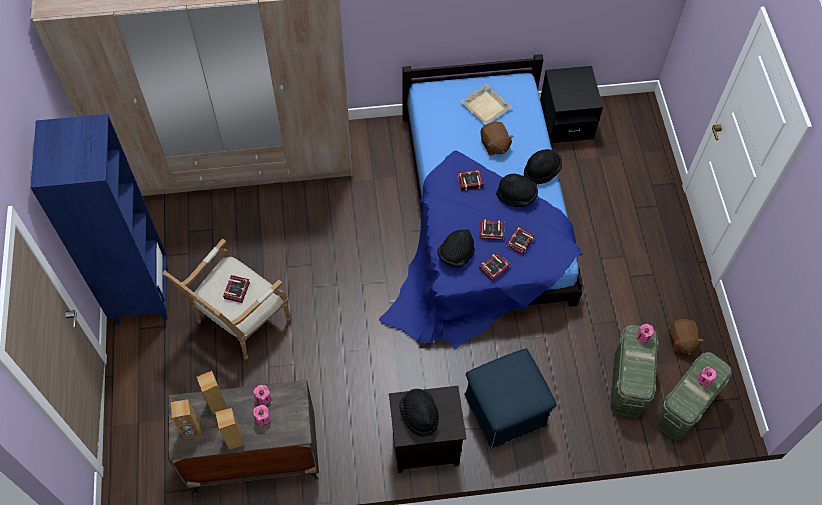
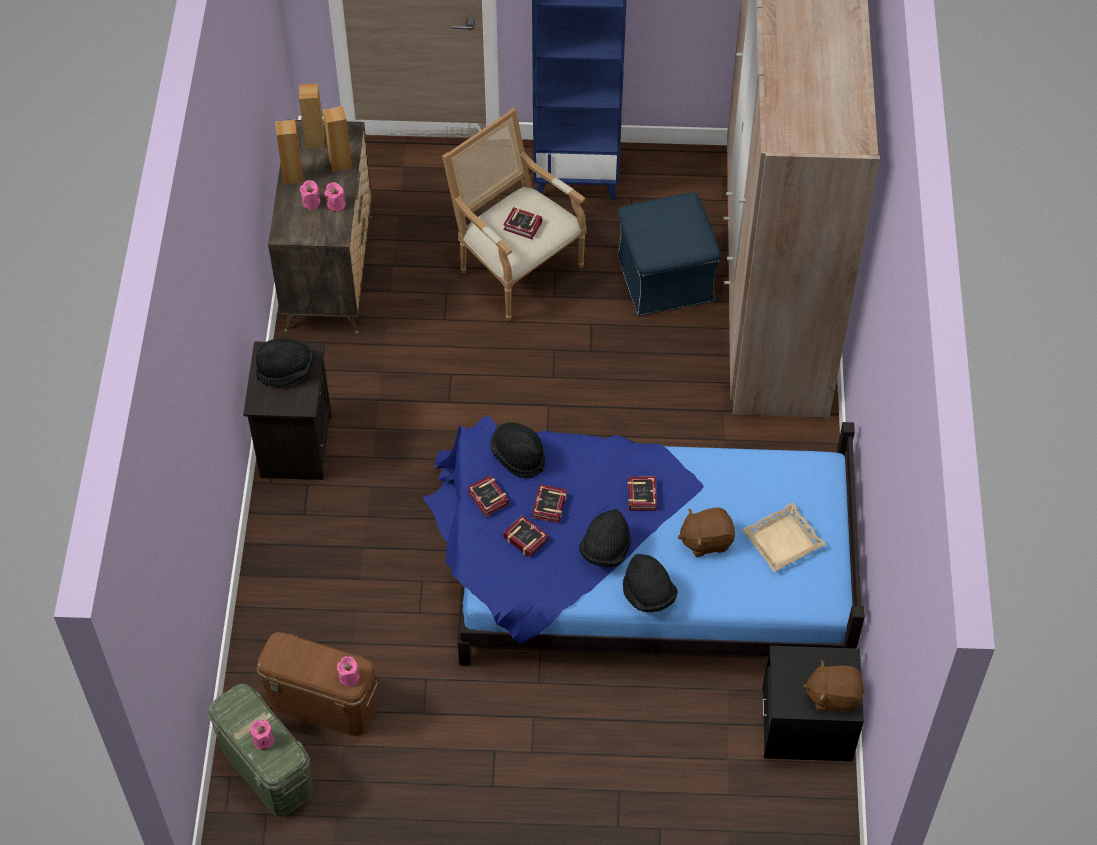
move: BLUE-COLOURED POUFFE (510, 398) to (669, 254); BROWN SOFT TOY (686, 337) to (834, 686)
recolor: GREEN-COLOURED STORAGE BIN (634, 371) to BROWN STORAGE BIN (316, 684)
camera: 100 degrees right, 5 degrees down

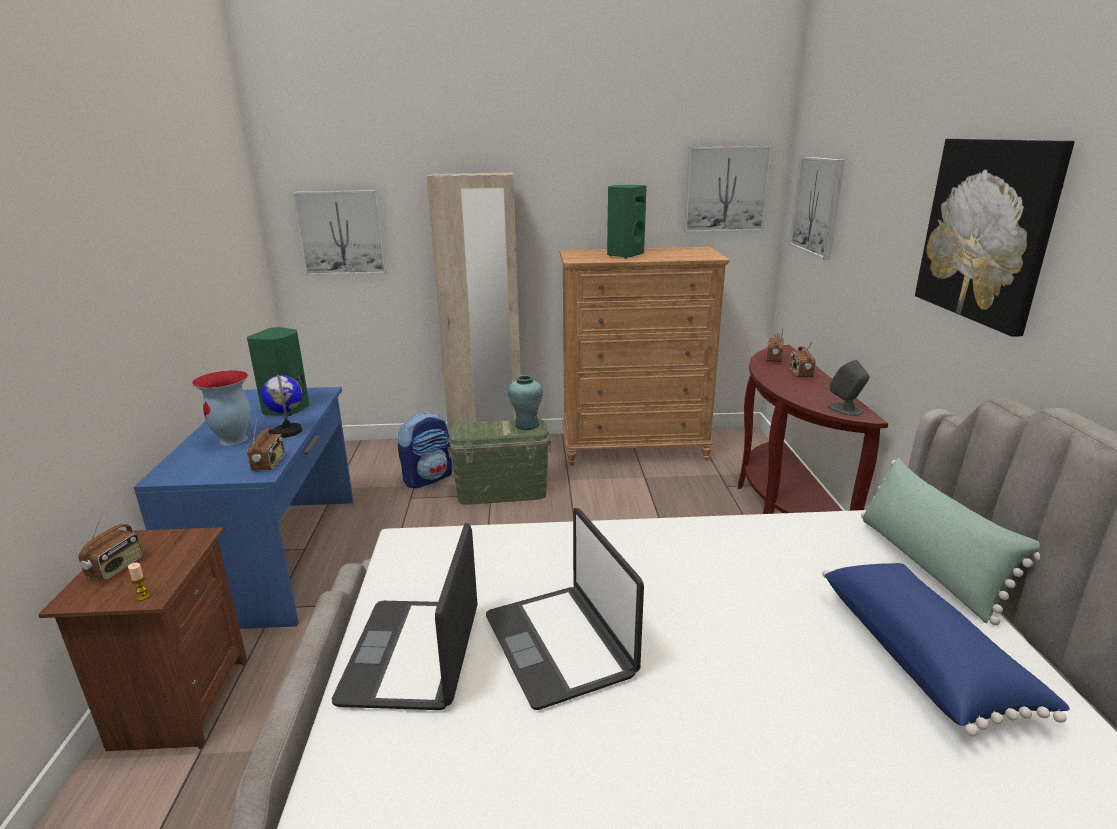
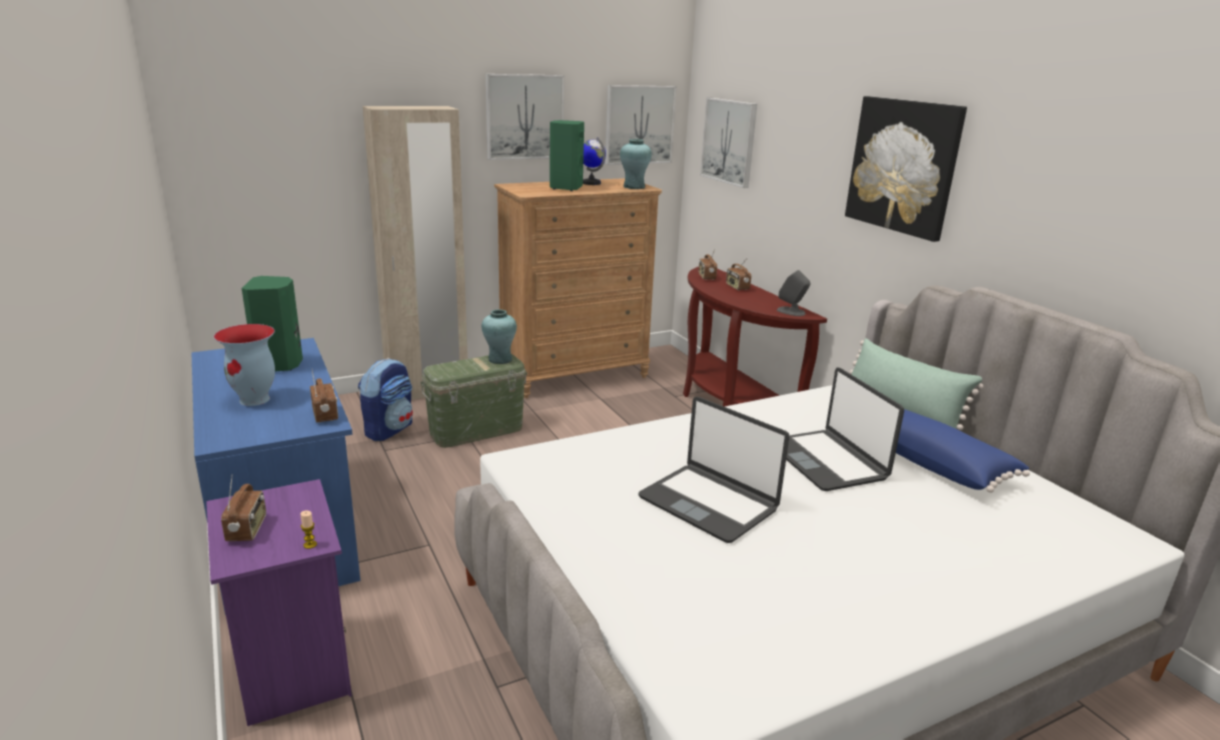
insert: BLUE-GREEN FLOWER VASE (636, 164)
move: DESK GLOBE (281, 405) to (594, 161); WALL PICTURE (340, 233) to (525, 117); LAPTOP (405, 616) to (845, 429)
recolor: BROWN BEDSIDE TABLE (142, 639) to PURPLE BEDSIDE TABLE (279, 602)
camera: 25 degrees left, 0 degrees up

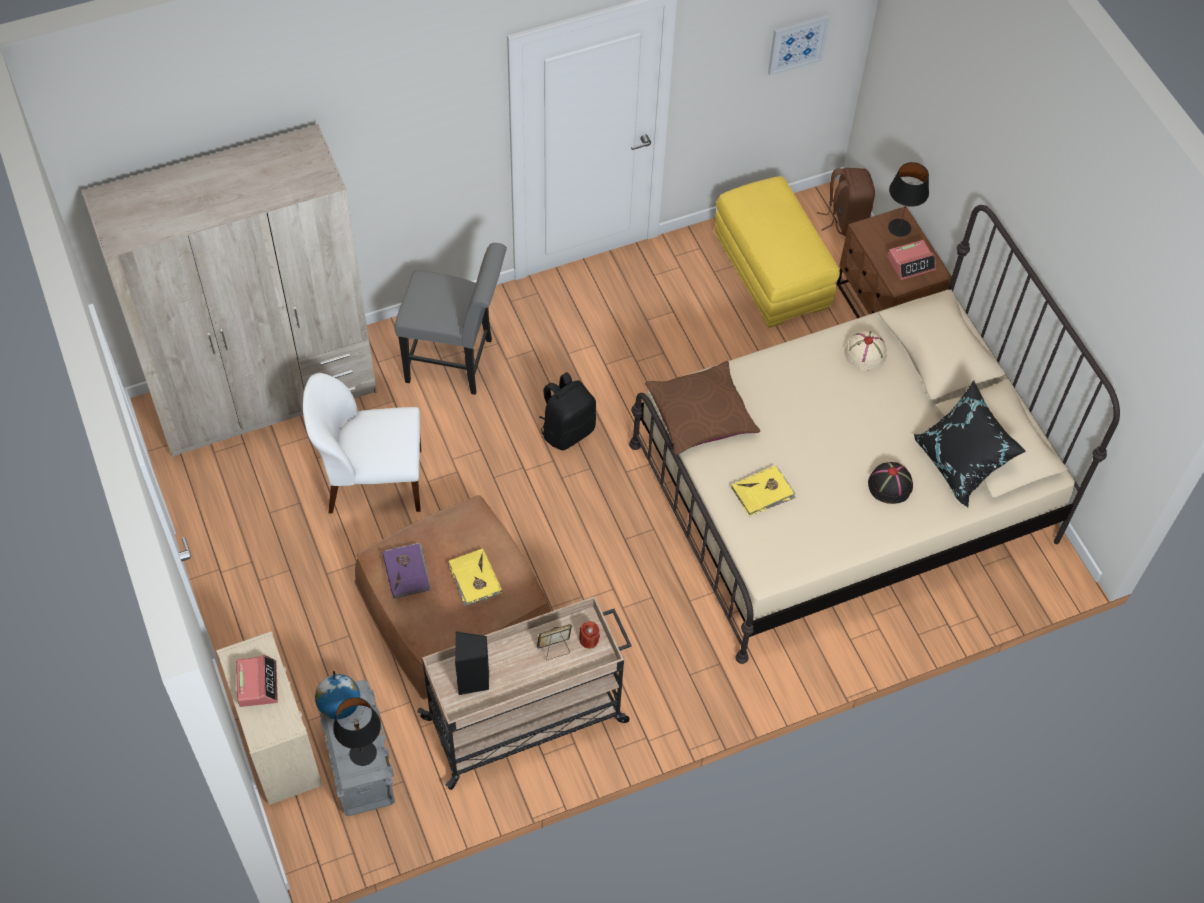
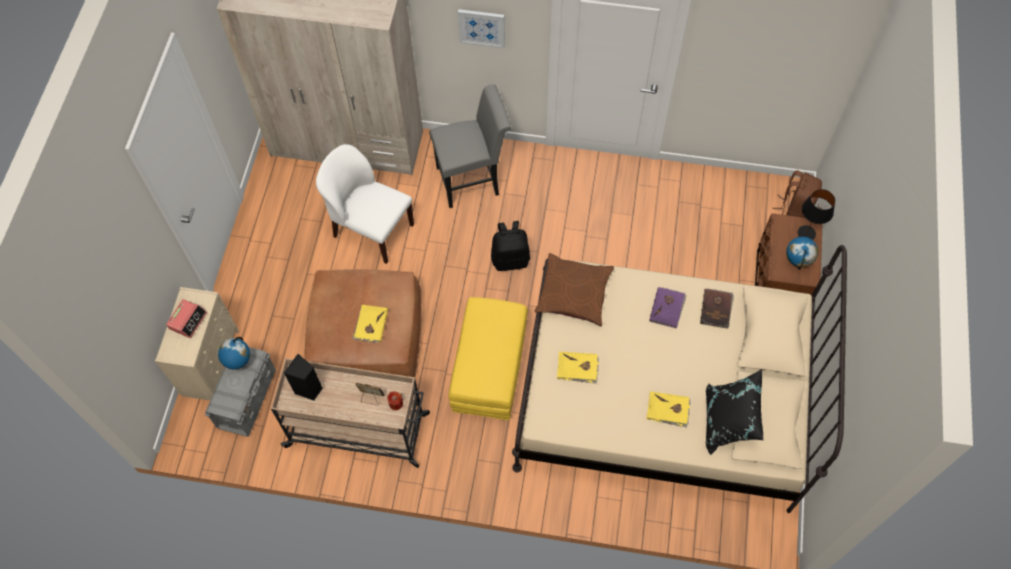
delete: BLACKISH LAMP FOR A TABLE (357, 731)
move: PURPLE BOOK (406, 571) to (668, 307); YELLOW POUFFE (777, 252) to (488, 358); WALL PICTURE (799, 45) to (481, 28)
replace: SAND-COLOURED CLOTHING HAT (865, 351) to BROWN BOOK (717, 309); BLACKISH CLOTHING HAT (890, 483) to YELLOW BOOK (668, 409); ALARM CLOCK (912, 260) to DESK GLOBE (802, 253)
rotate: GRAY UPRIGHT CHAIR (451, 319) = (470, 146) 60 degrees counterclockwise
camera: 35 degrees right, 5 degrees up

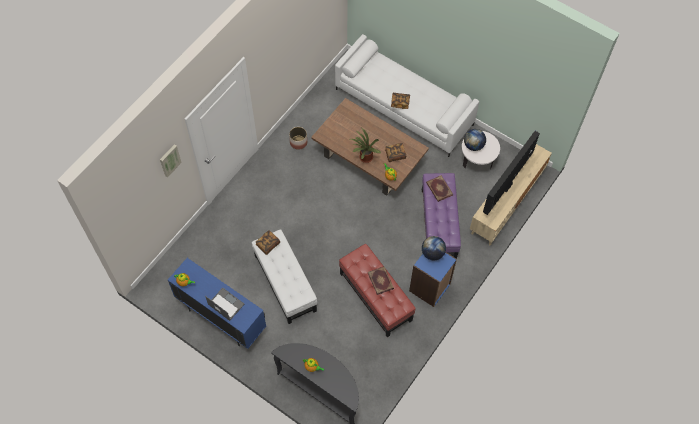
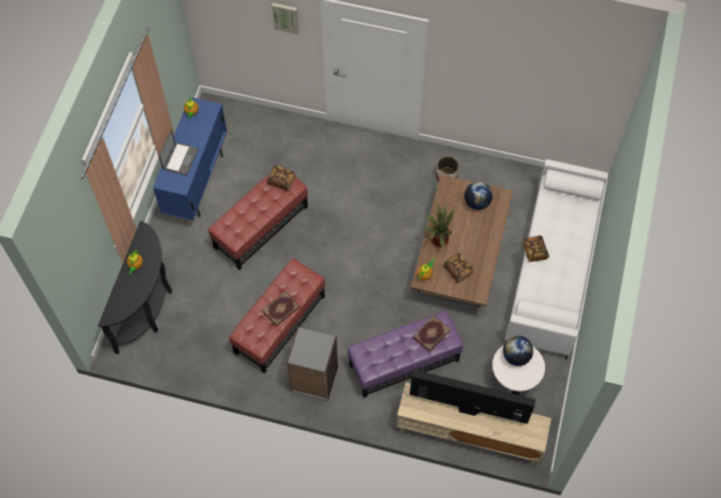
move: DESK GLOBE (434, 248) to (478, 196)
recolor: WHITISH POUFFE (284, 276) to RED-COLOURED POUFFE (258, 217); BLUE-COLOURED BOOKSHELF (433, 279) to GRAY BOOKSHELF (312, 364)
camera: 70 degrees right, 0 degrees up

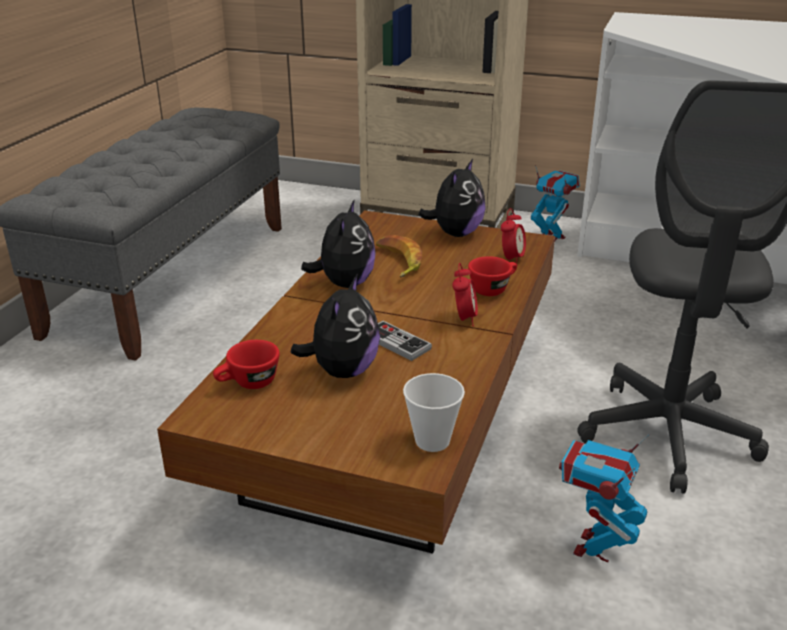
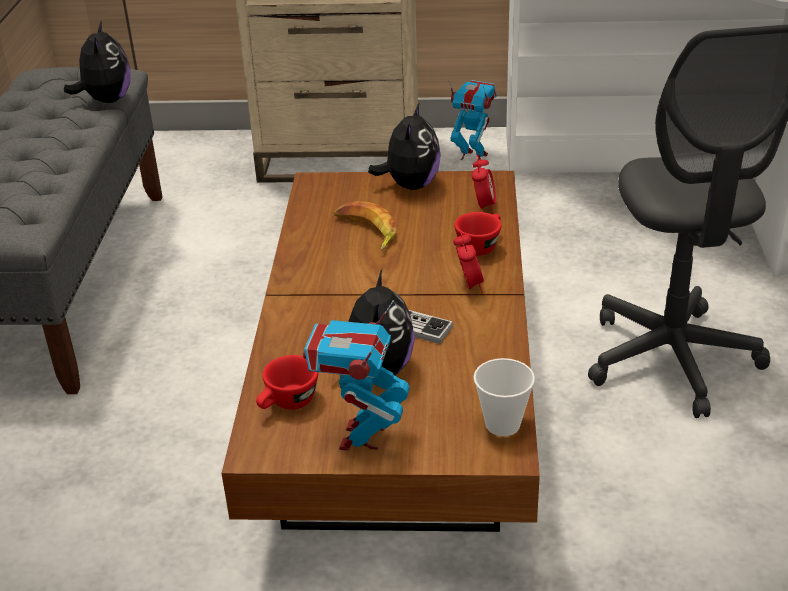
move: SOFT TOY (338, 243) to (97, 62); ROBOT FIGURE (604, 498) to (356, 375)
camera: 15 degrees left, 5 degrees up

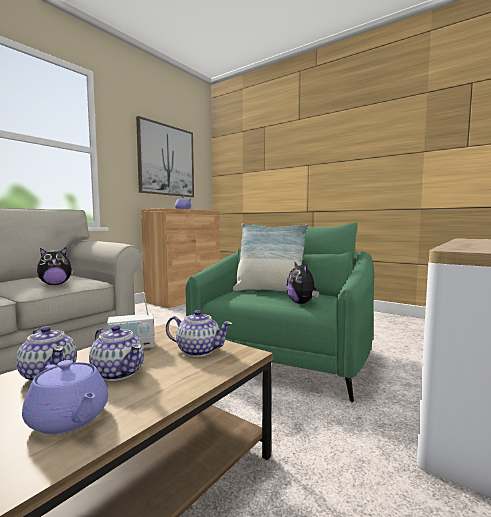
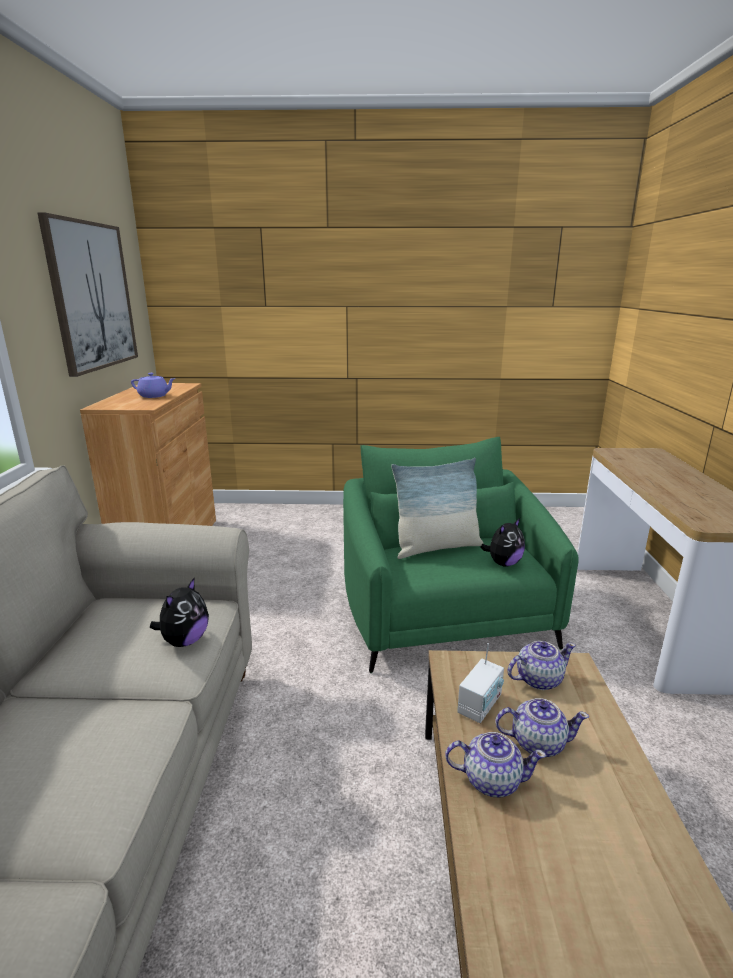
delete: PURPLE TEA POT (65, 397)
rotate: SOFT TOY (302, 282) = (502, 542) 75 degrees counterclockwise
camera: 35 degrees left, 15 degrees up

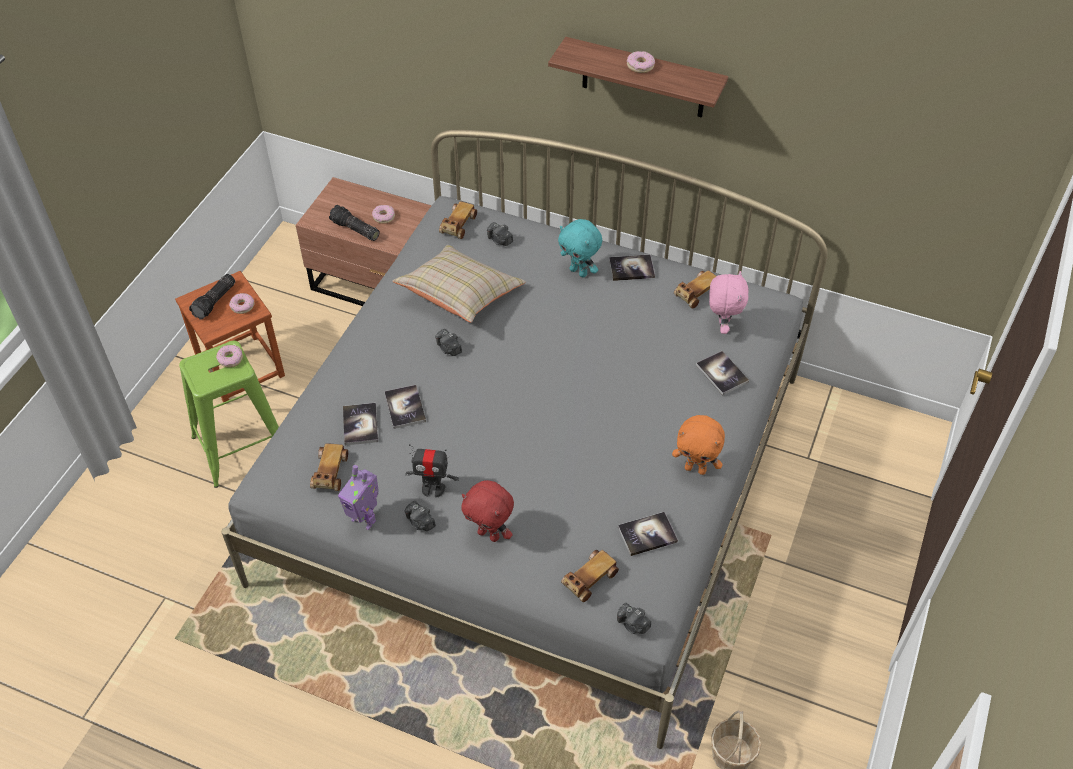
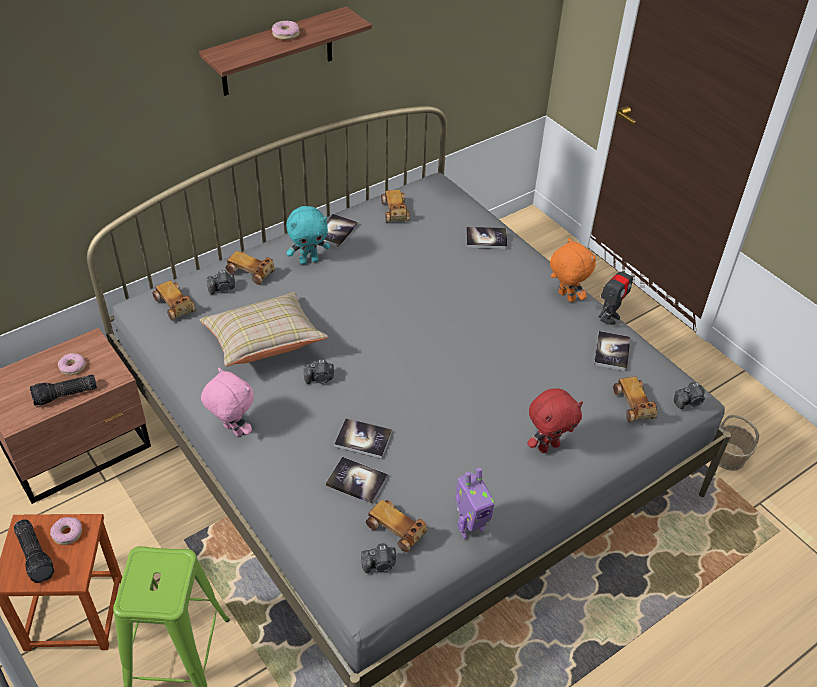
delete: RING DOUGHNUT (229, 356)
insert: MODEL CAR (250, 268)
move: STILL CAMERA (420, 516) to (378, 558); ROBOT FIGURE (432, 471) to (616, 293); PINKISH SOFT TOY (729, 302) to (227, 402)
rotate: ORANGE SOFT TOY (698, 445) = (573, 270) 90 degrees counterclockwise
camera: 60 degrees left, 5 degrees down

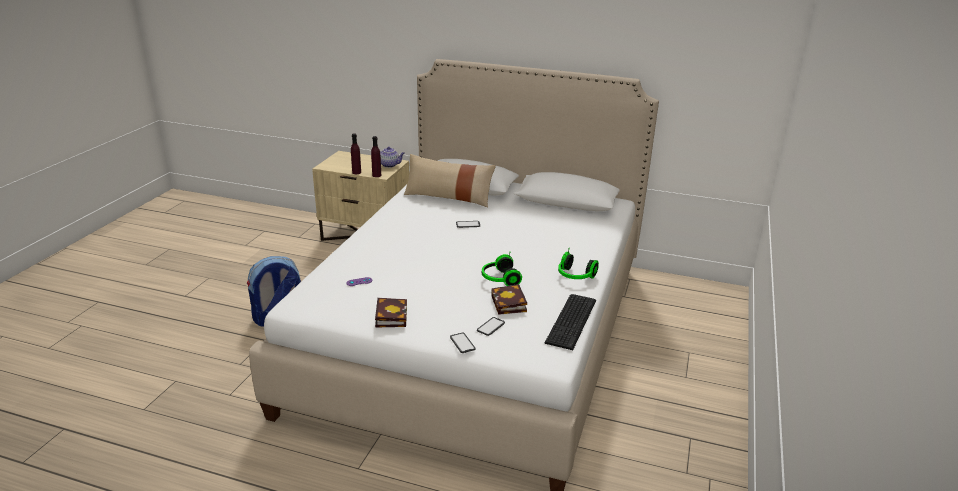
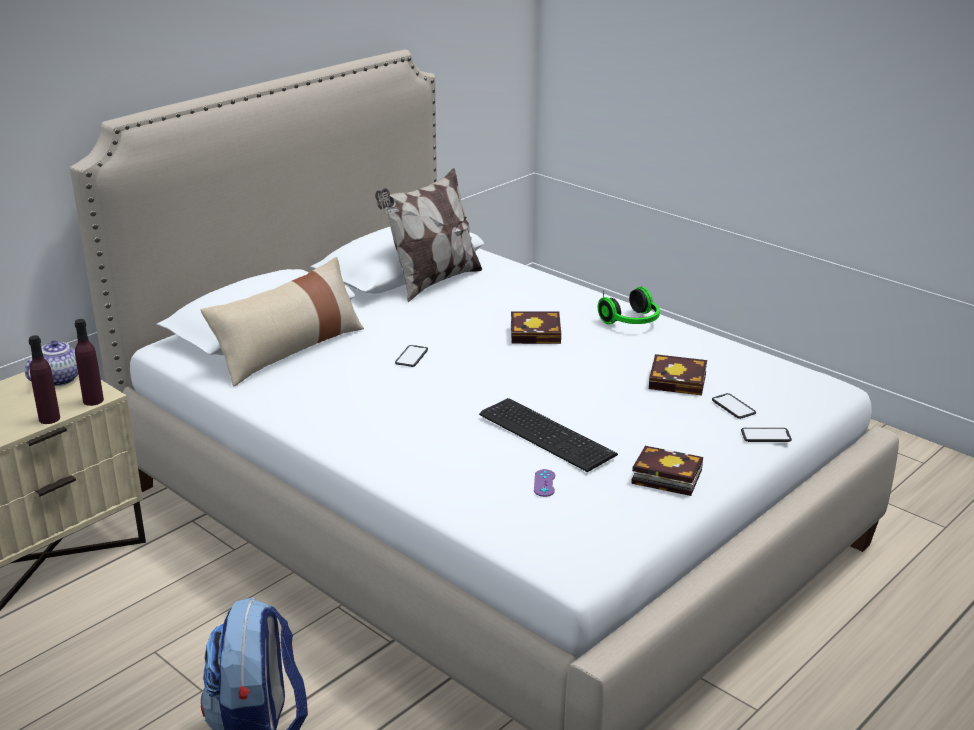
delete: HEADSET (502, 270)
insert: THROW PILLOW (428, 235); BOOK (536, 327)
move: KEYBOARD (570, 322) to (548, 435)
camera: 65 degrees left, 0 degrees up

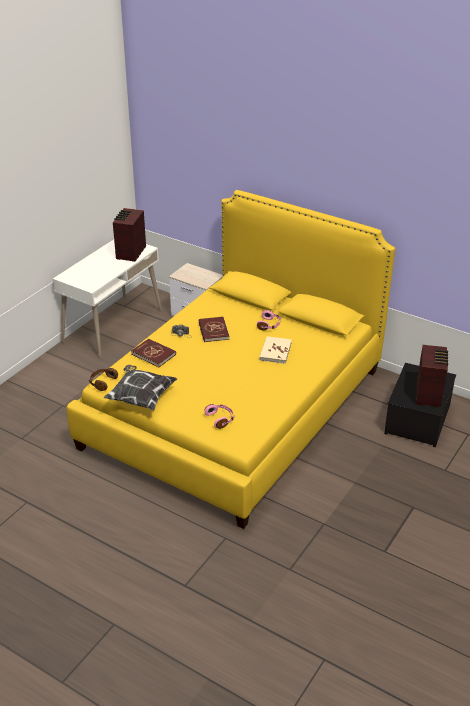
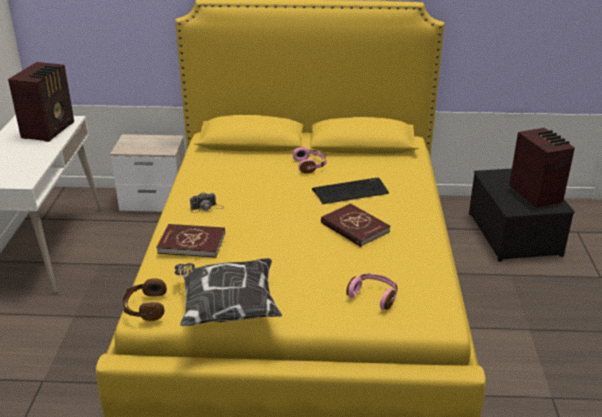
move: RED-COLOURED BOOK (214, 329) to (355, 225)
replace: SAND-COLOURED BOOK (275, 350) to KEYBOARD (350, 191)
rotate: RADIO SET (129, 235) = (41, 102) 150 degrees counterclockwise
camera: 30 degrees left, 5 degrees down

